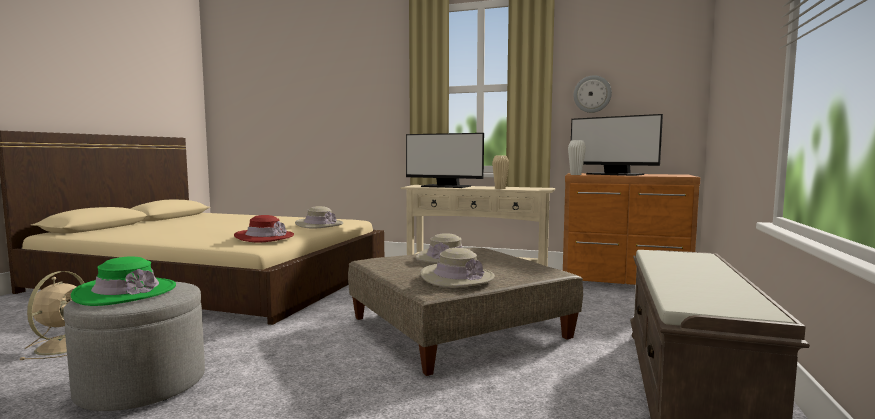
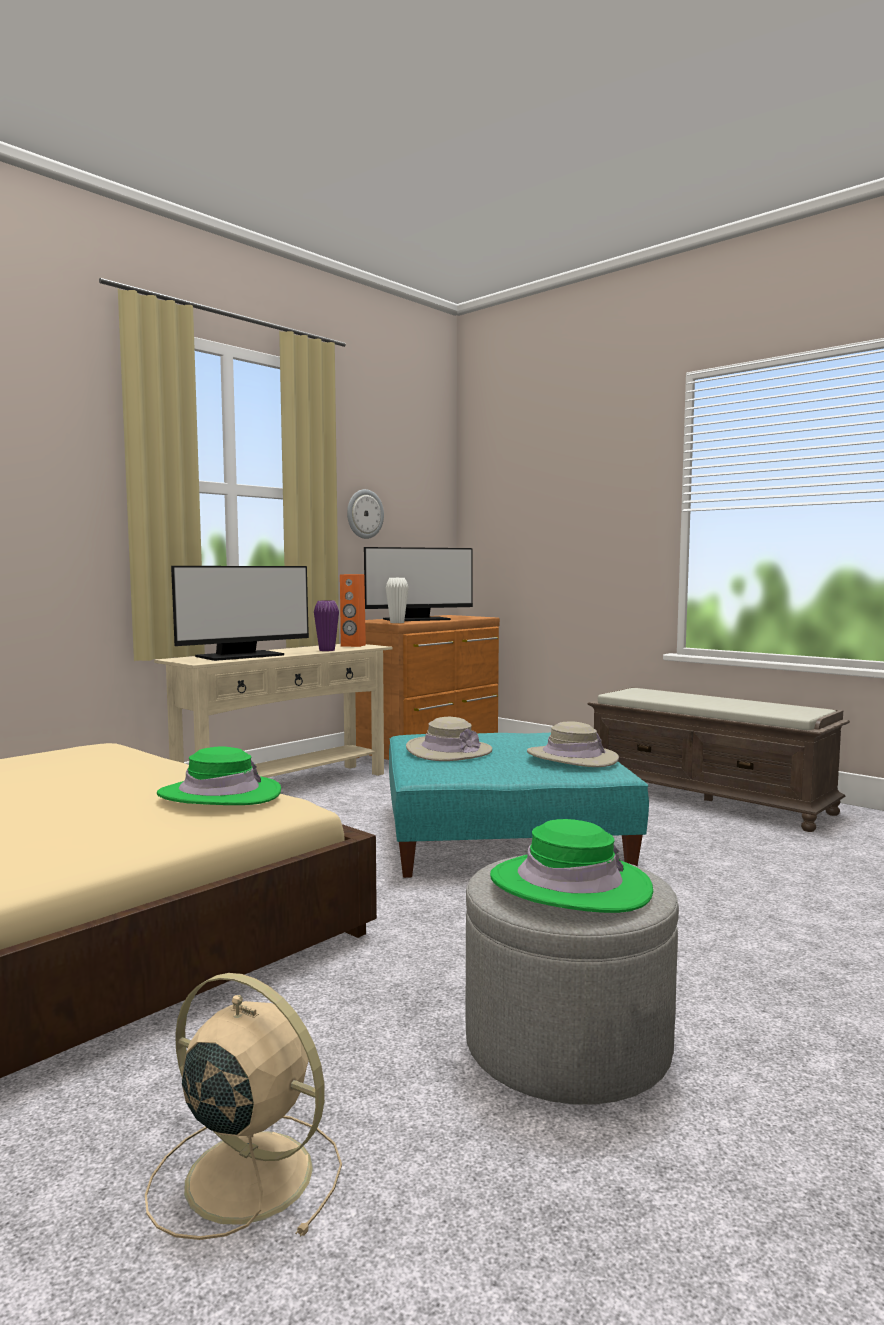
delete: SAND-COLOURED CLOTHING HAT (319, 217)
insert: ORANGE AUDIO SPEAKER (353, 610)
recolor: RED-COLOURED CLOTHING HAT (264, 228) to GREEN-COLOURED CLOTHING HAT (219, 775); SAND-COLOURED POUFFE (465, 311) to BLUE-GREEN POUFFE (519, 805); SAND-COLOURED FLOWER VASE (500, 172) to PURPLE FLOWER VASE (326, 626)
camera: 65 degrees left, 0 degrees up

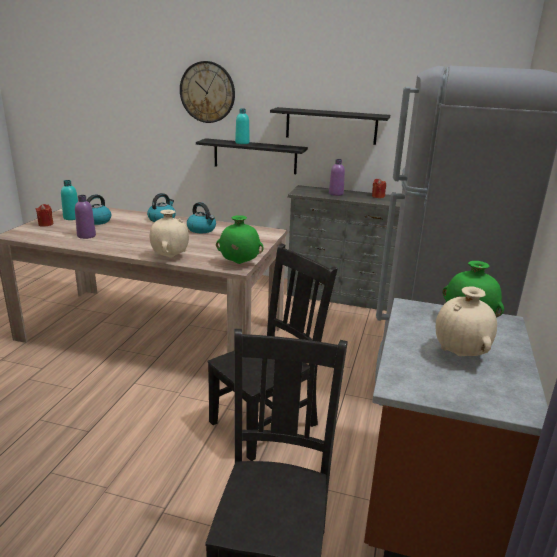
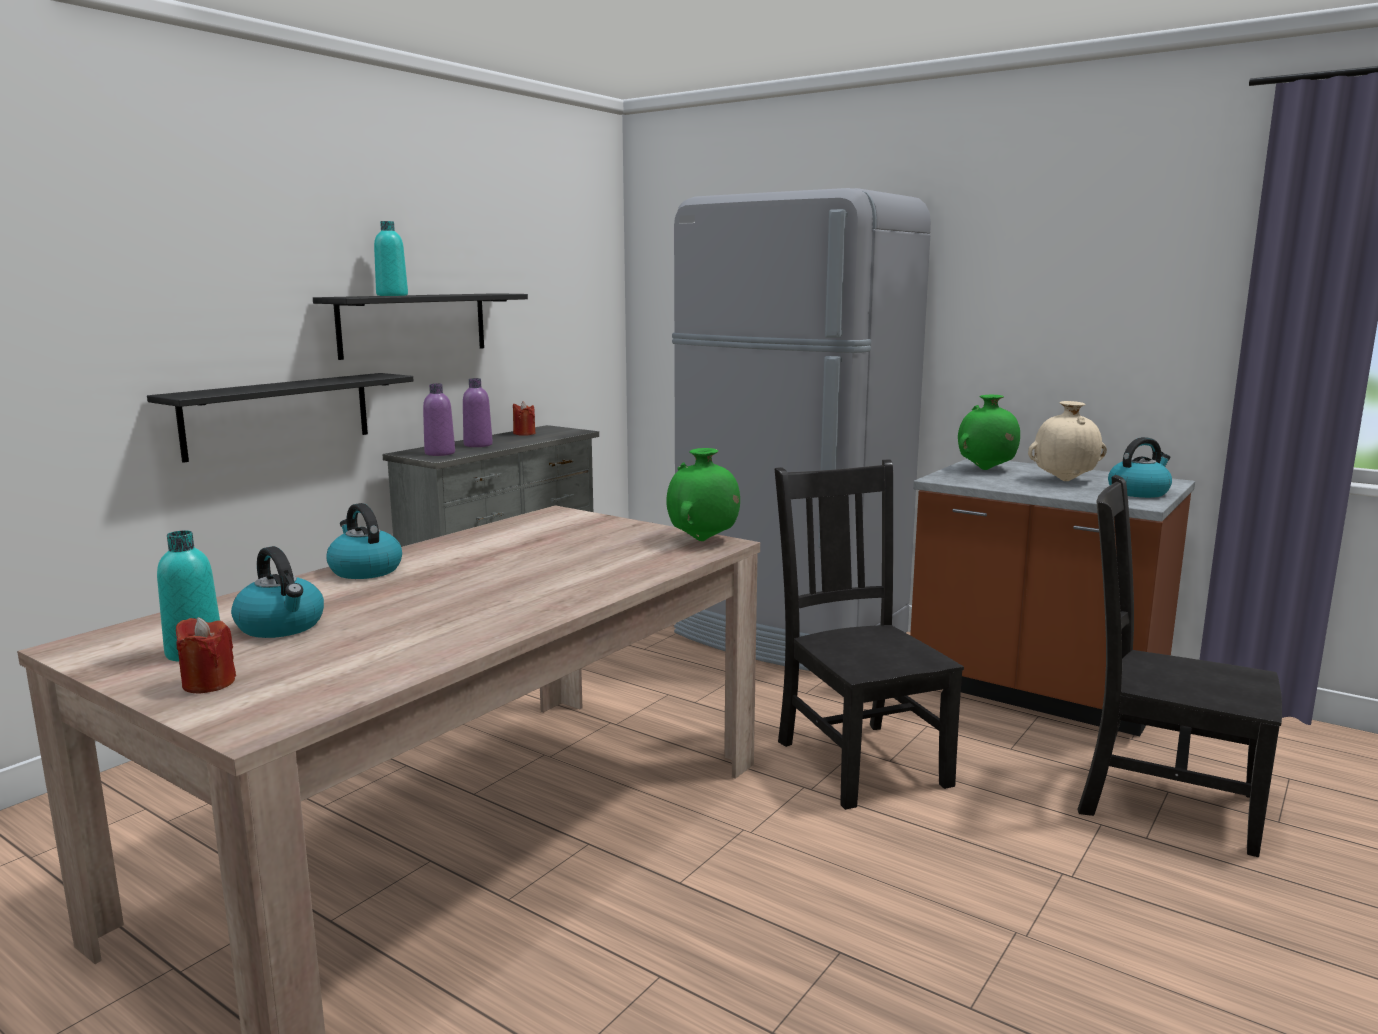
delete: SAND-COLOURED FLOWER VASE (169, 234); CLOCK ON THE WALL (207, 92)
move: PURPLE DRINK BOTTLE (85, 217) to (439, 420); KETTLE (201, 217) to (1140, 467); BLUE-GREEN DRINK BOTTLE (242, 126) to (391, 258)
camera: 70 degrees left, 10 degrees down

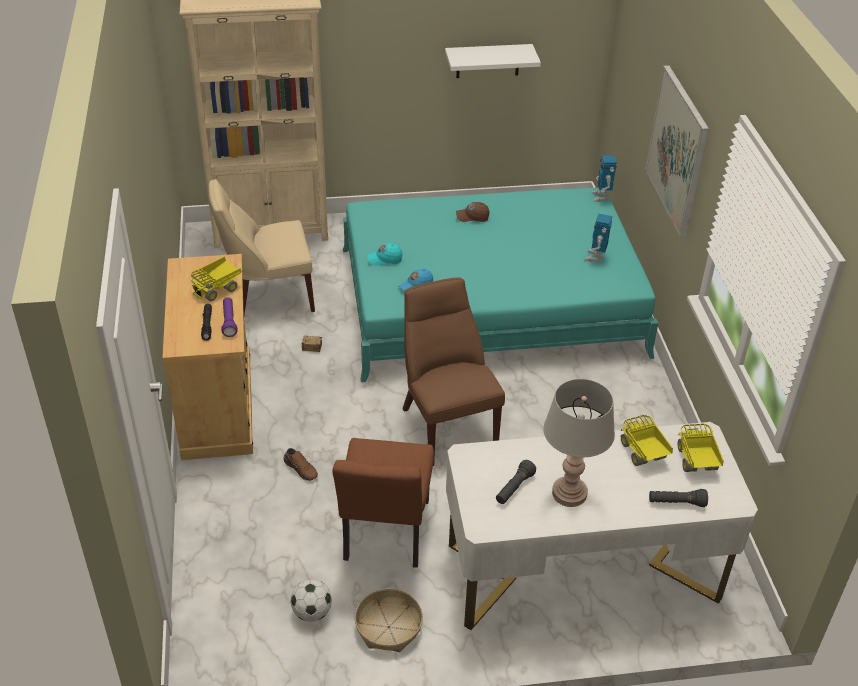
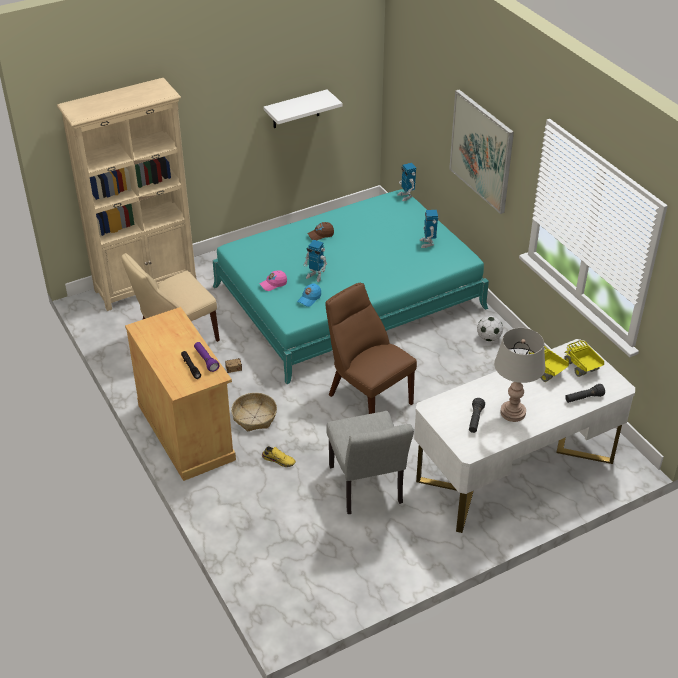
delete: TOY TRUCK (216, 279)
insert: ROBOT FIGURE (315, 261)
move: FOOTBALL (311, 600) to (490, 328); BASKET (389, 620) to (254, 412)
recolor: BROWN SHOE (300, 464) to YELLOW SHOE (279, 456); BROWN UPRIGHT CHAIR (383, 502) to GRAY UPRIGHT CHAIR (370, 462); BLUE-GREEN PEAKED CAP (384, 254) to PINKISH PEAKED CAP (273, 280)
camera: 20 degrees left, 0 degrees up

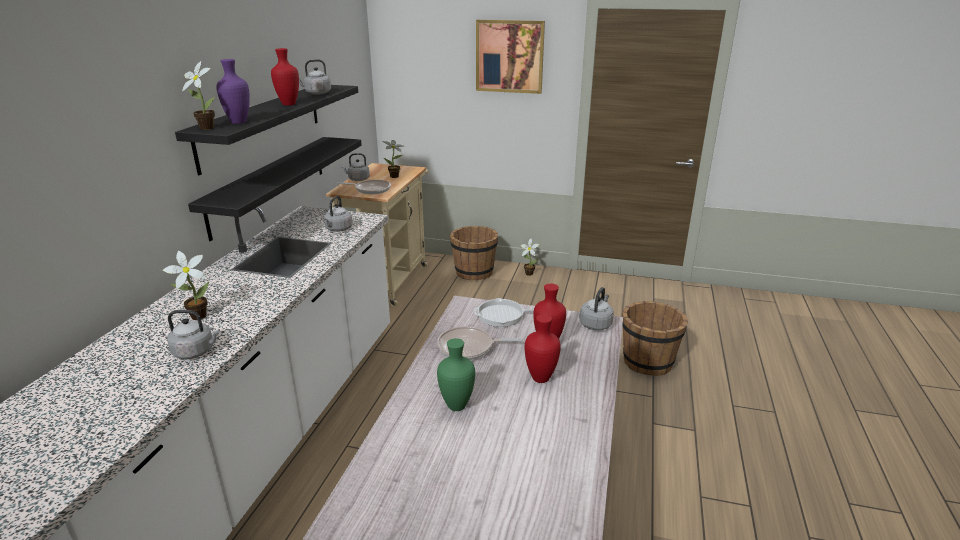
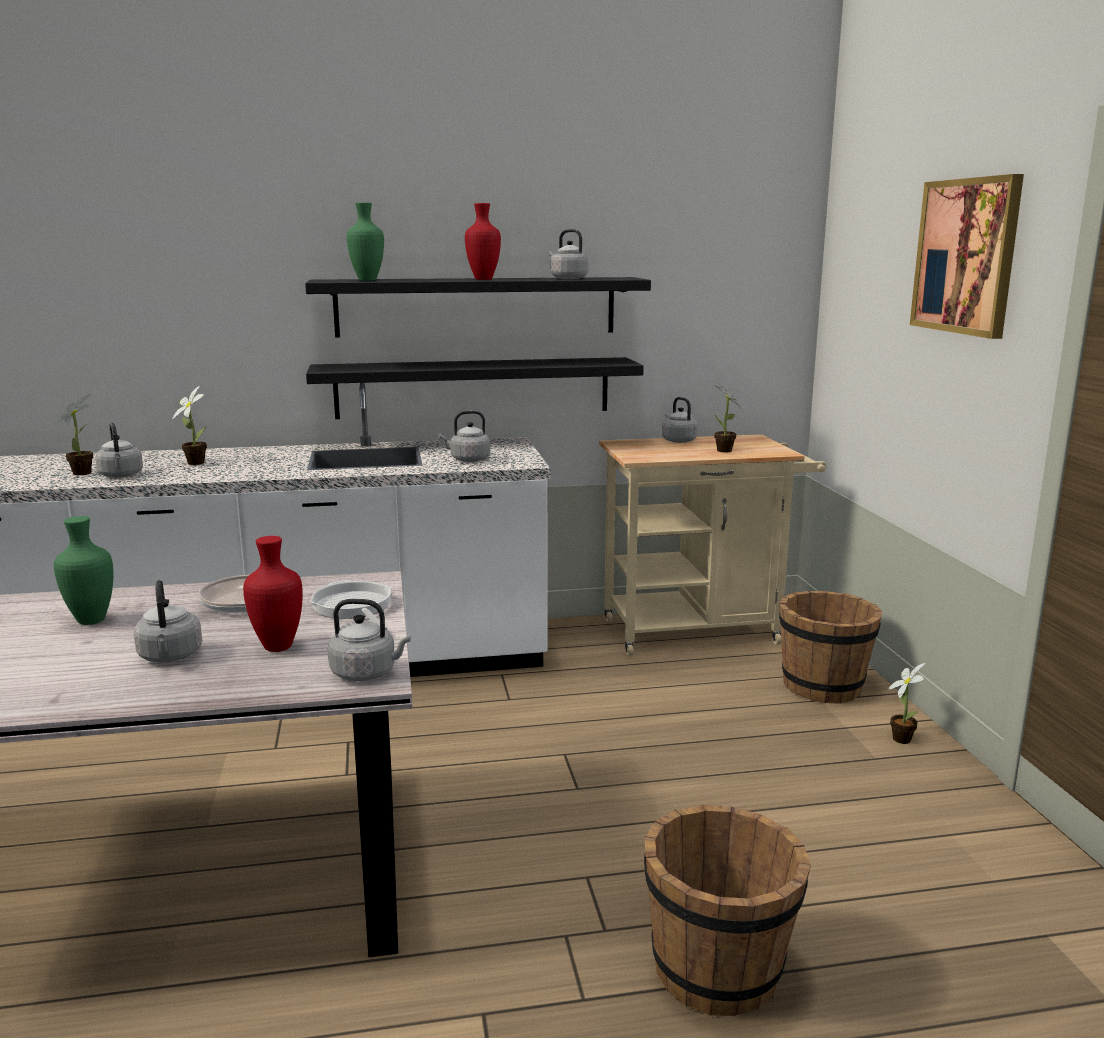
delete: SKILLET (364, 187)
move: PLANT IN A POT (198, 95) to (74, 434)
replace: RED-COLOURED FLOWER VASE (543, 348) to GRAY KETTLE (167, 621)
recolor: PURPLE FLOWER VASE (233, 91) to GREEN-COLOURED FLOWER VASE (365, 241)
camera: 65 degrees right, 10 degrees down

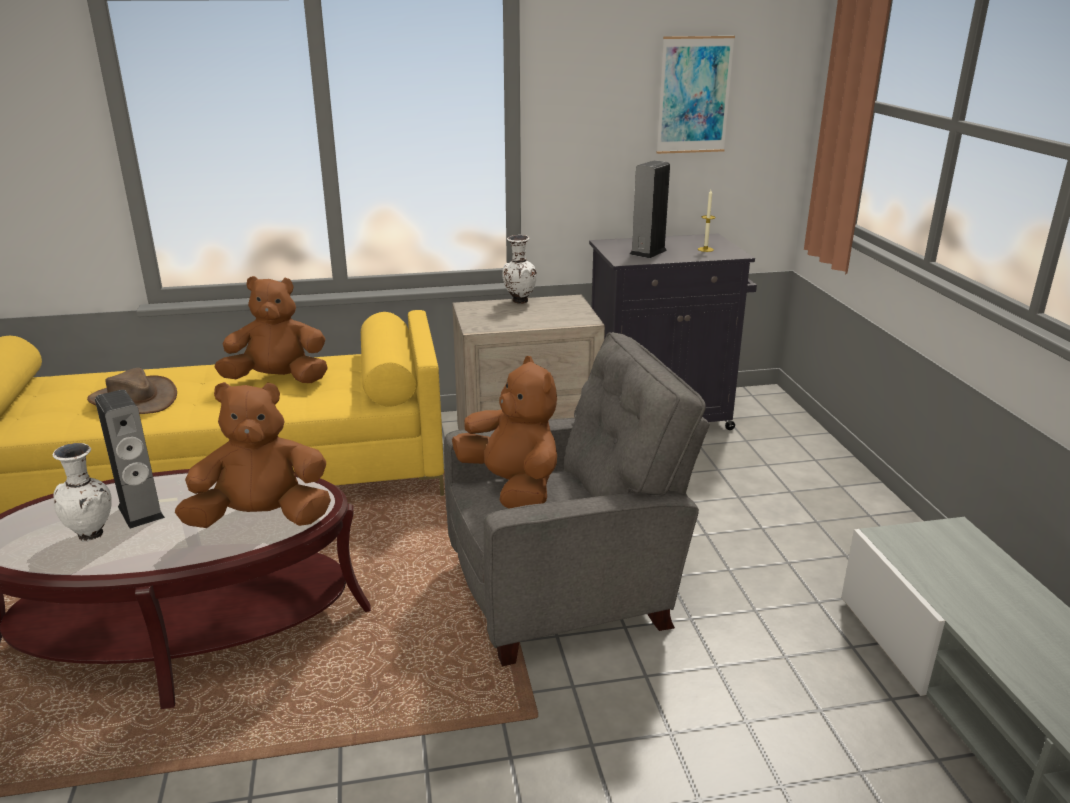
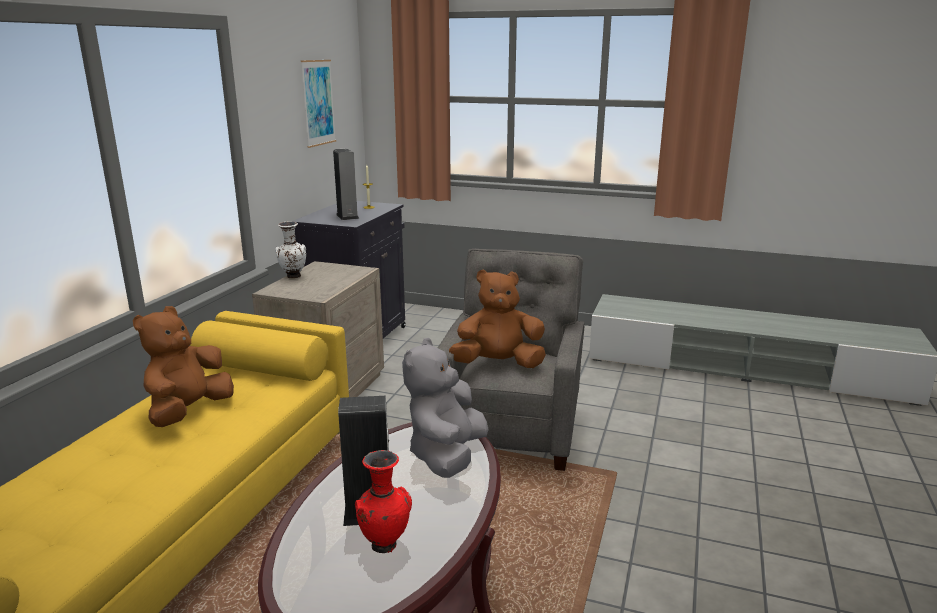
delete: BROWN CLOTHING HAT (132, 391)
recolor: WHITISH FLOWER VASE (82, 492) to RED-COLOURED FLOWER VASE (383, 501); BROWN SOFT TOY (253, 455) to GRAY SOFT TOY (445, 408)
camera: 60 degrees left, 5 degrees down

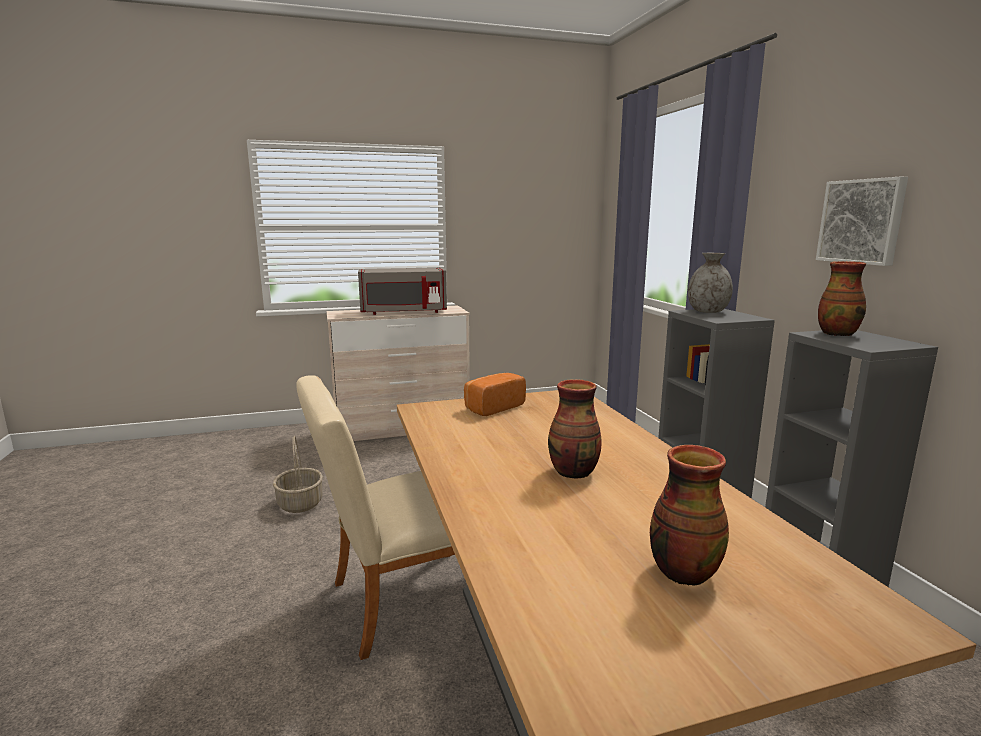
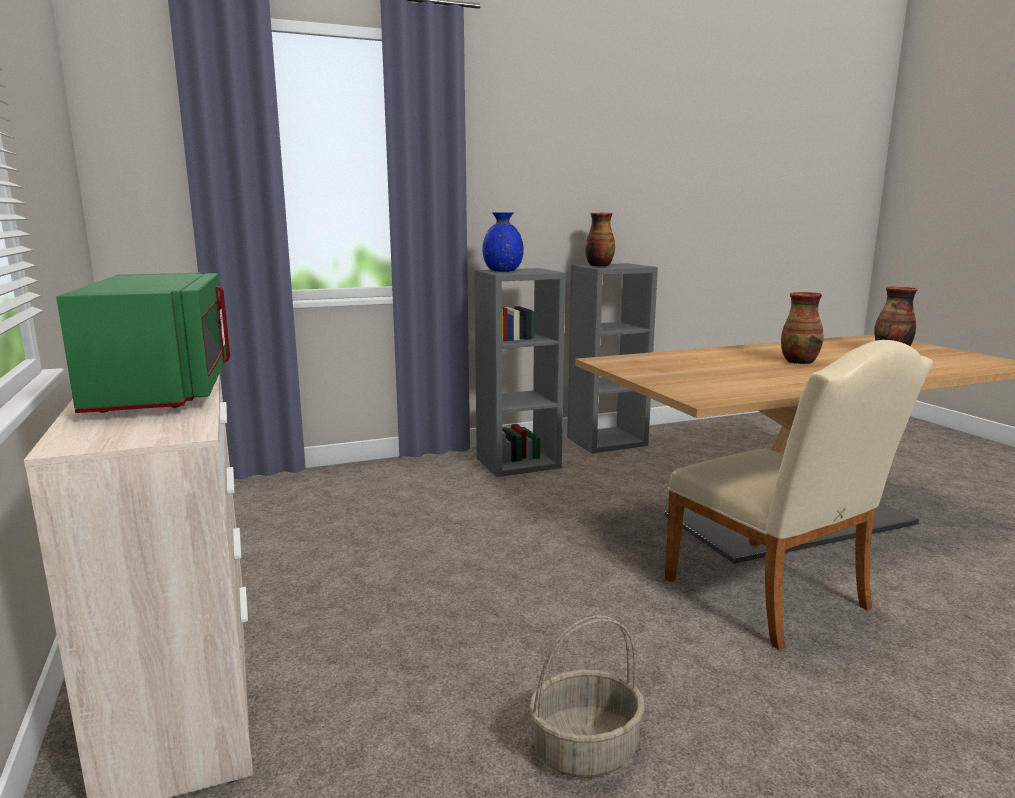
delete: BAKERY BREAD (495, 394); WALL PICTURE (862, 221)
recolor: GRAY KITCHEN MICROWAVE (402, 291) to GREEN-COLOURED KITCHEN MICROWAVE (143, 343); GRAY FLOWER VASE (710, 283) to BLUE-COLOURED FLOWER VASE (503, 242)
camera: 95 degrees left, 0 degrees up

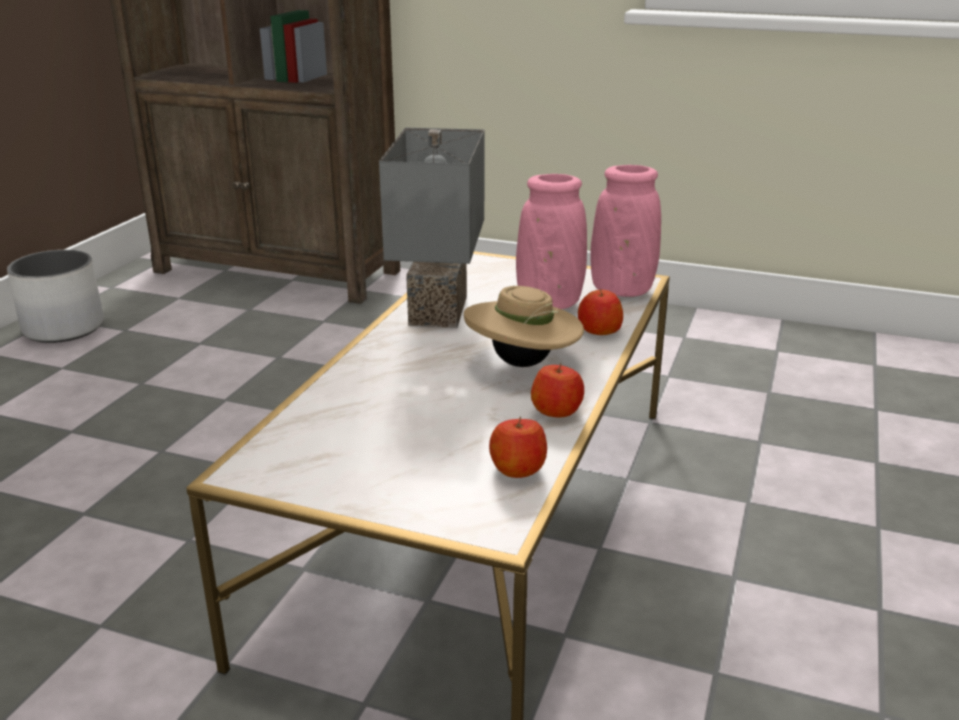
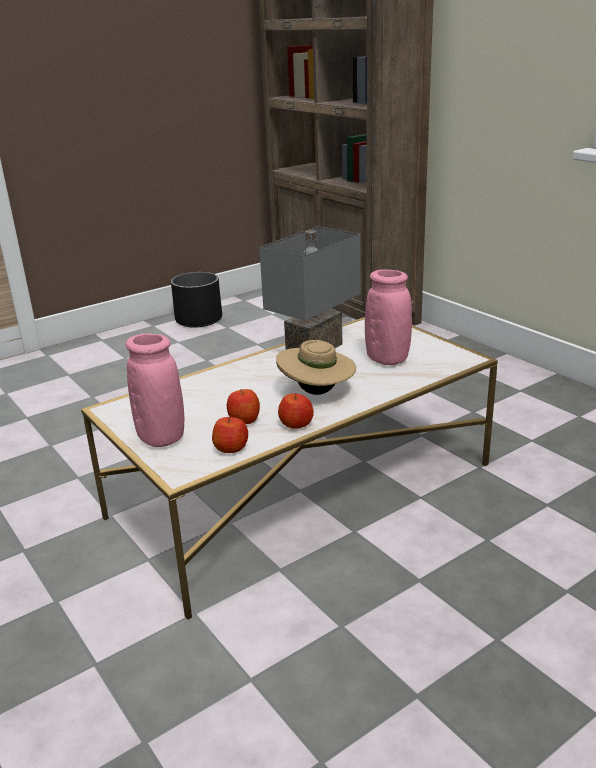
move: WHOLE APPLE (600, 312) to (243, 406); PINKISH FLOWER VASE (625, 231) to (155, 390)
recolor: WHITISH FLOWER POT (55, 296) to BLACKISH FLOWER POT (196, 300)
camera: 35 degrees right, 0 degrees up

